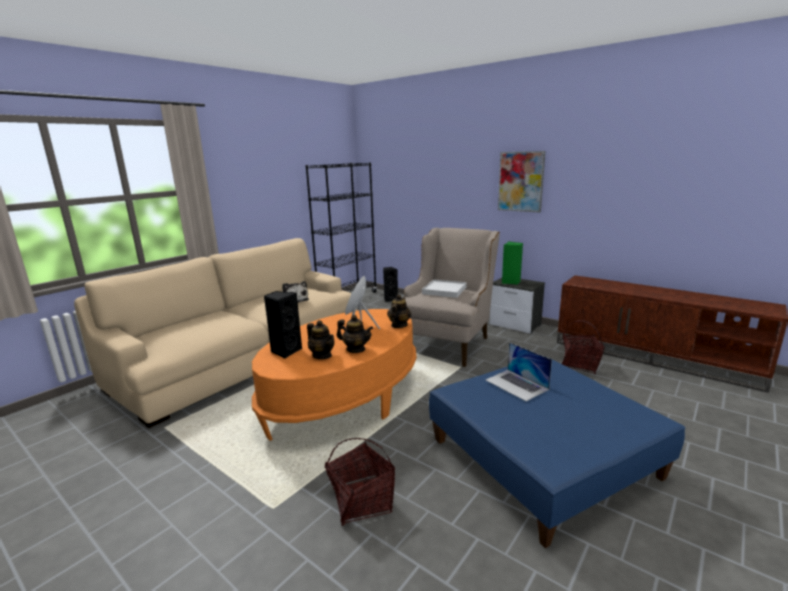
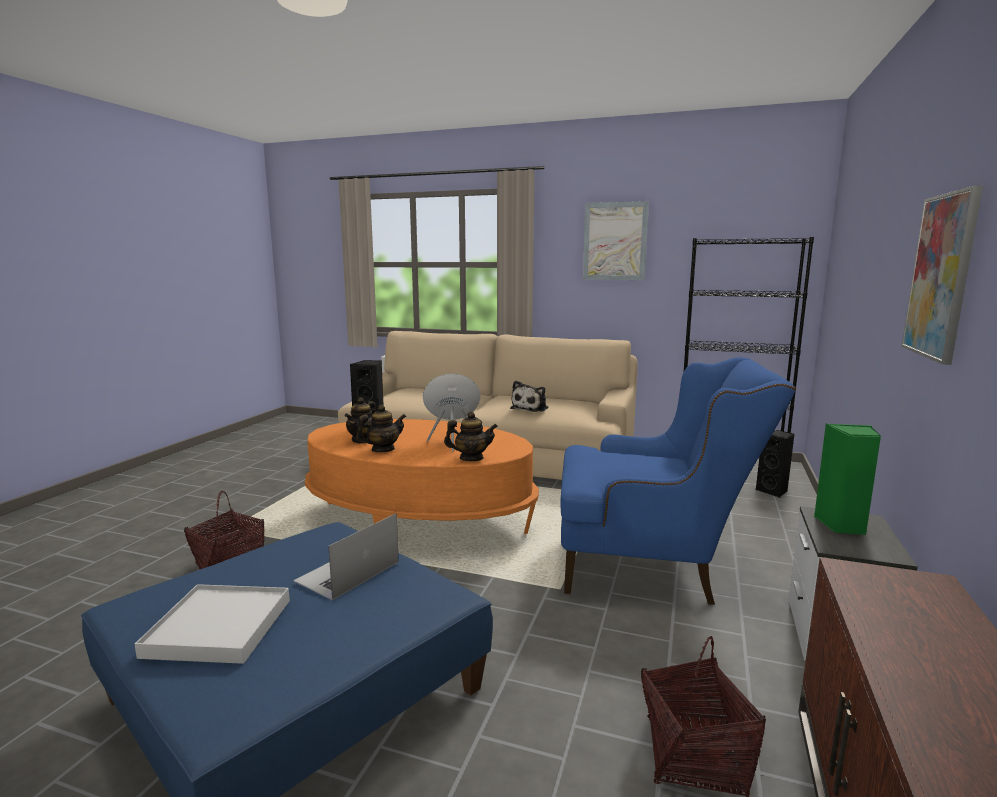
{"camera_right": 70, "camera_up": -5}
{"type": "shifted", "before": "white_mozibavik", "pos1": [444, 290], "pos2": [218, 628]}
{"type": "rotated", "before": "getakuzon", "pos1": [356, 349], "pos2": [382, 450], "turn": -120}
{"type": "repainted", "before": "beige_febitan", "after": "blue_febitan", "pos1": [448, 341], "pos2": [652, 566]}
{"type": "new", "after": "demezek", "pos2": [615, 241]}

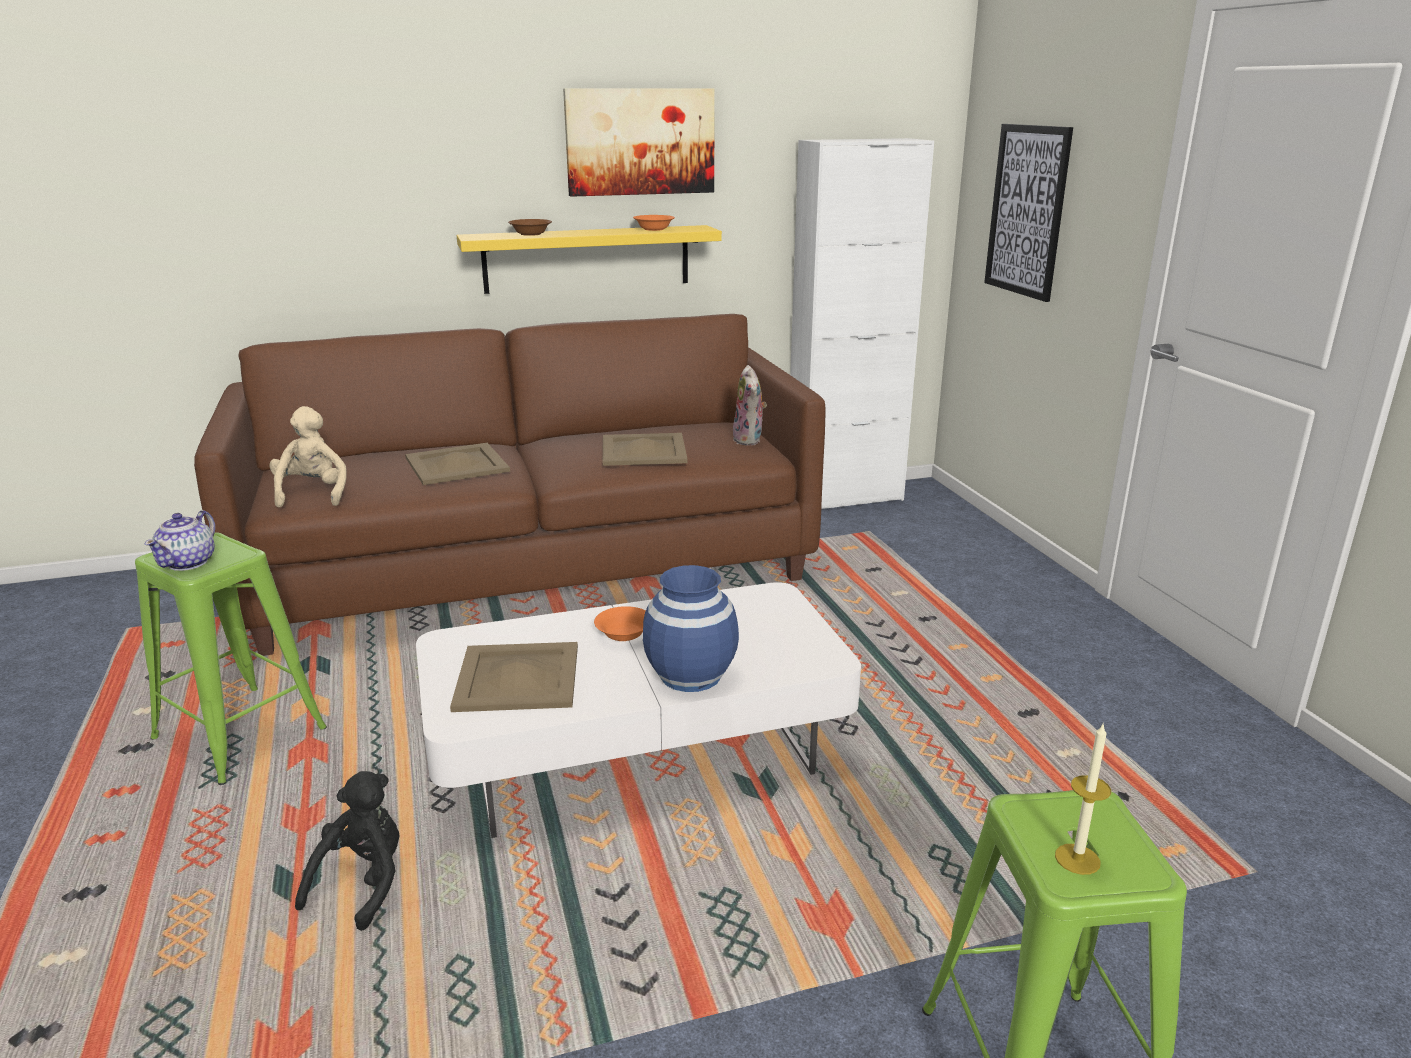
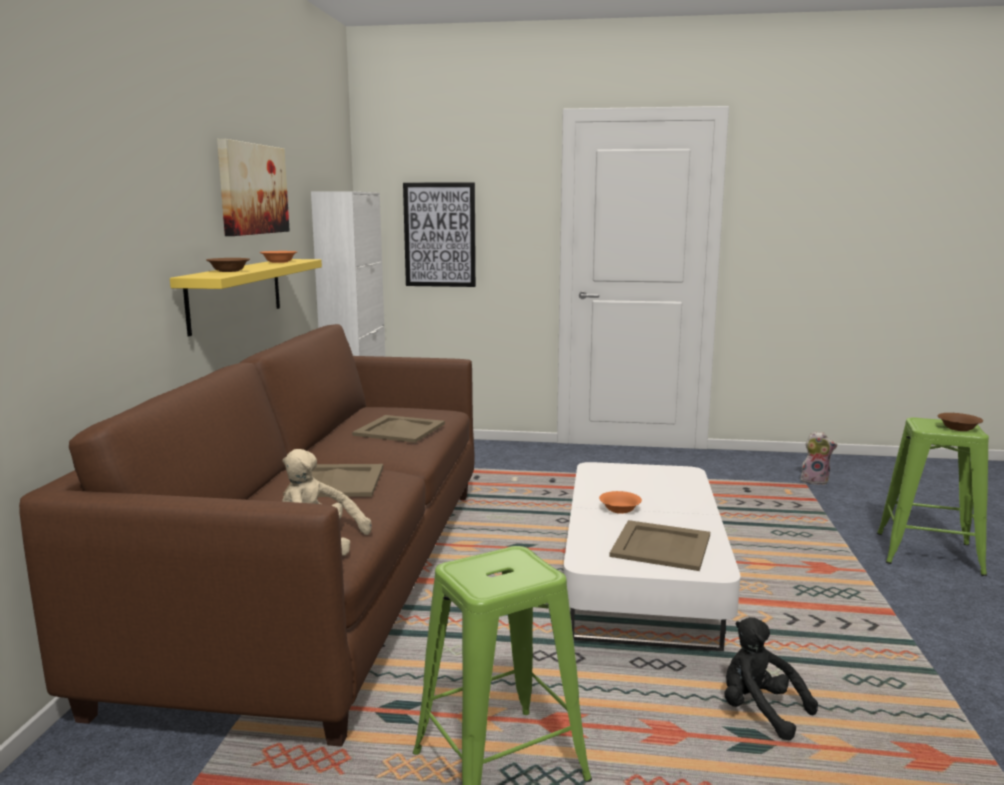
{"camera_right": -65, "camera_up": -10}
{"type": "shifted", "before": "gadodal", "pos1": [750, 440], "pos2": [815, 481]}
{"type": "swapped", "before": "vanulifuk", "after": "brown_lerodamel", "pos1": [1077, 859], "pos2": [959, 428]}
{"type": "gone", "before": "getakuzon", "pos1": [188, 562]}
{"type": "gone", "before": "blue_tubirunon", "pos1": [690, 676]}

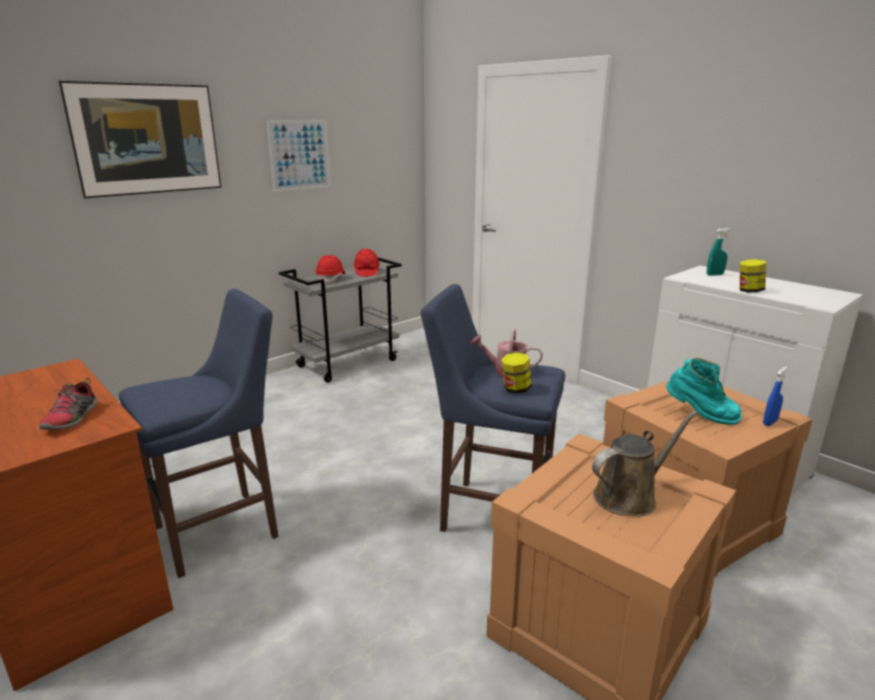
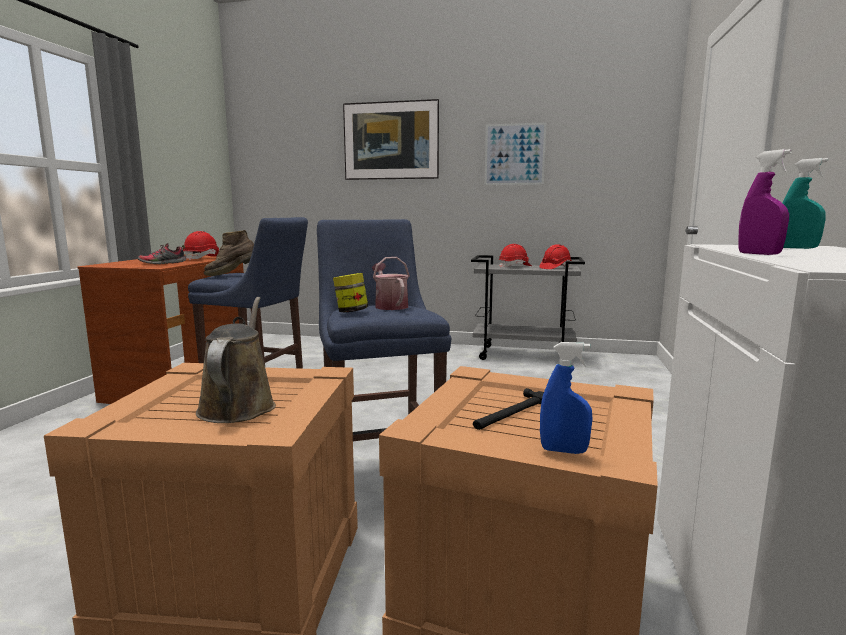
{"camera_right": 55, "camera_up": -10}
{"type": "new", "after": "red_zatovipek", "pos2": [203, 258]}
{"type": "rotated", "before": "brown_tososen", "pos1": [629, 496], "pos2": [239, 405], "turn": -120}
{"type": "new", "after": "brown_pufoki", "pos2": [232, 275]}
{"type": "swapped", "before": "turquoise_pufoki", "after": "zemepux", "pos1": [700, 416], "pos2": [514, 414]}
{"type": "swapped", "before": "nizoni", "after": "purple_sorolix", "pos1": [749, 291], "pos2": [759, 254]}

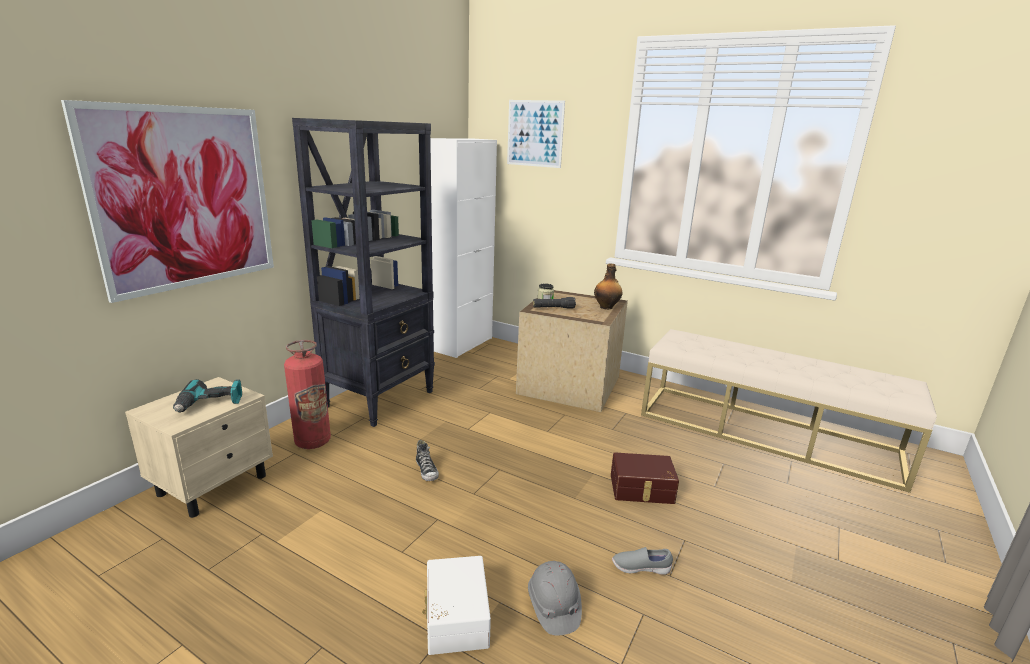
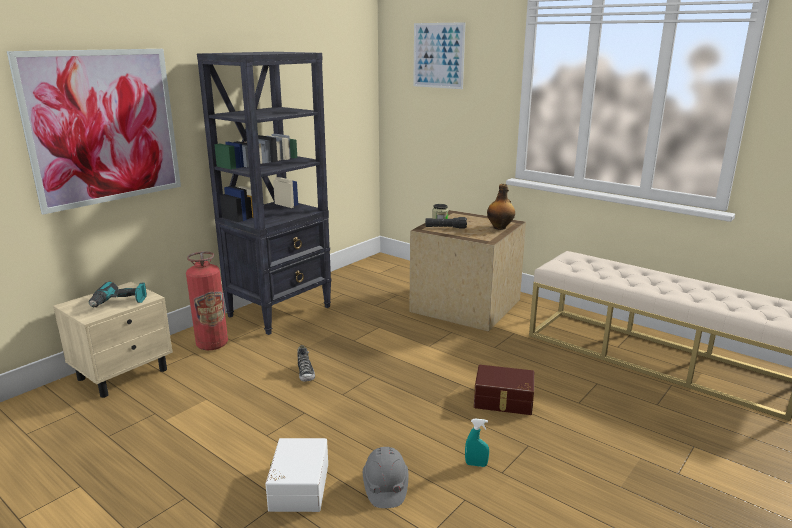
{"camera_right": 10, "camera_up": 0}
{"type": "swapped", "before": "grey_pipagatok", "after": "turquoise_sorolix", "pos1": [640, 568], "pos2": [476, 464]}
{"type": "gone", "before": "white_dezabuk", "pos1": [463, 344]}

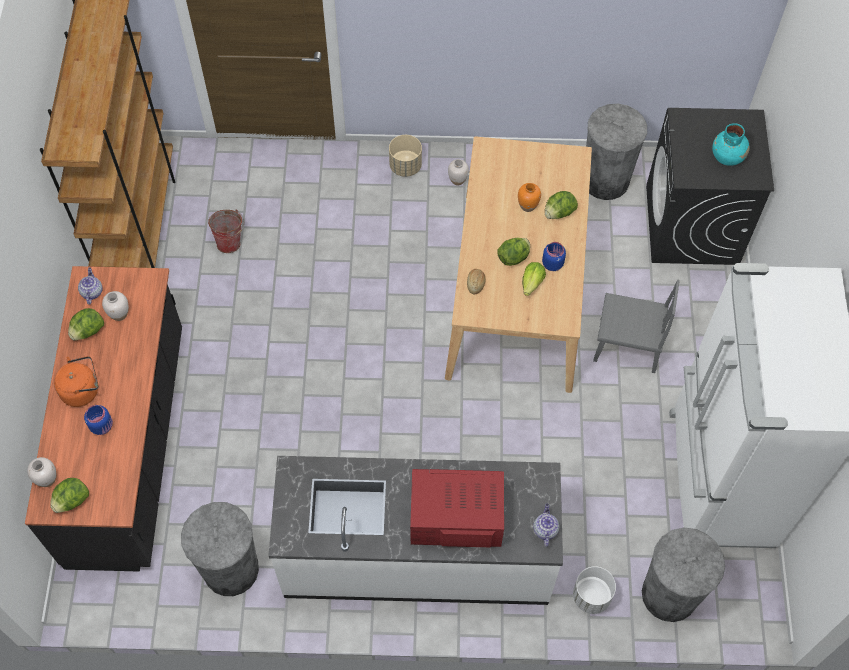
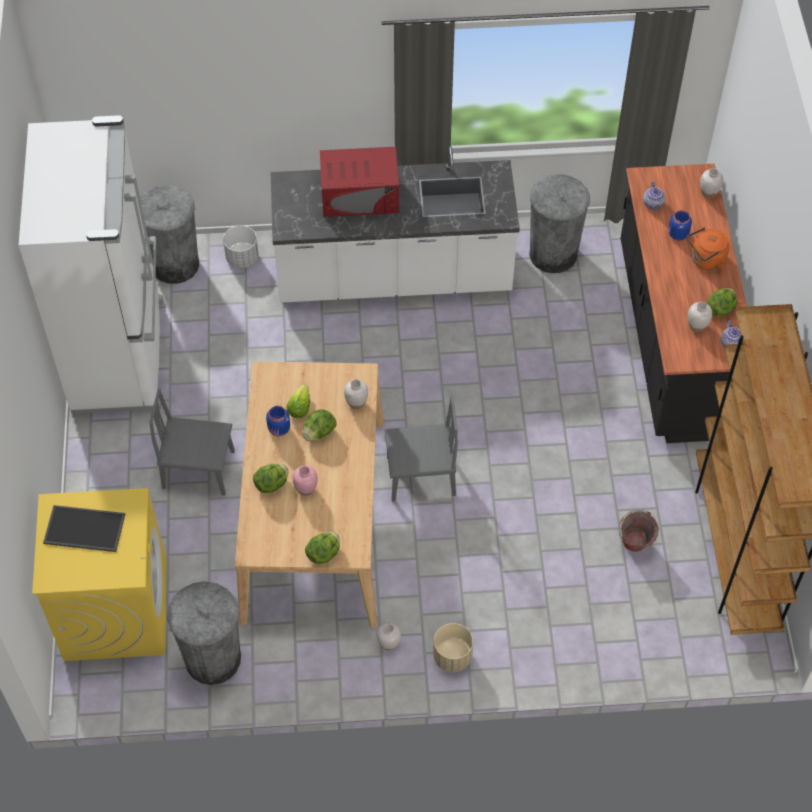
{"camera_right": 175, "camera_up": -5}
{"type": "repainted", "before": "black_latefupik", "after": "yellow_latefupik", "pos1": [692, 225], "pos2": [115, 609]}
{"type": "swapped", "before": "turquoise_tubirunon", "after": "mozibavik", "pos1": [728, 156], "pos2": [83, 530]}
{"type": "repainted", "before": "orange_tubirunon", "after": "pink_tubirunon", "pos1": [528, 206], "pos2": [306, 489]}
{"type": "shifted", "before": "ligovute", "pos1": [72, 500], "pos2": [324, 553]}
{"type": "swapped", "before": "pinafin", "after": "white_tubirunon", "pos1": [476, 283], "pos2": [356, 403]}
{"type": "new", "after": "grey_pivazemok", "pos2": [420, 476]}
{"type": "shifted", "before": "getakuzon", "pos1": [545, 529], "pos2": [653, 204]}

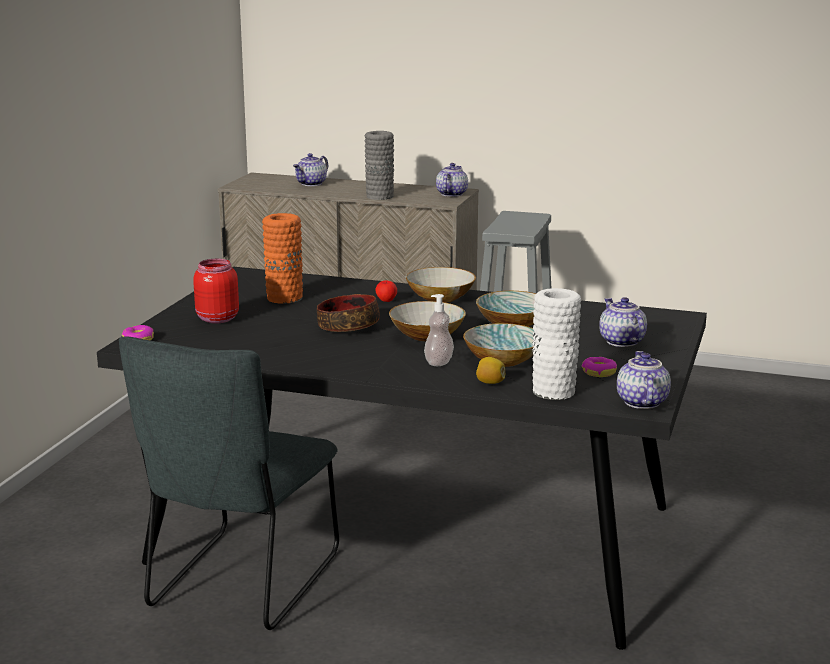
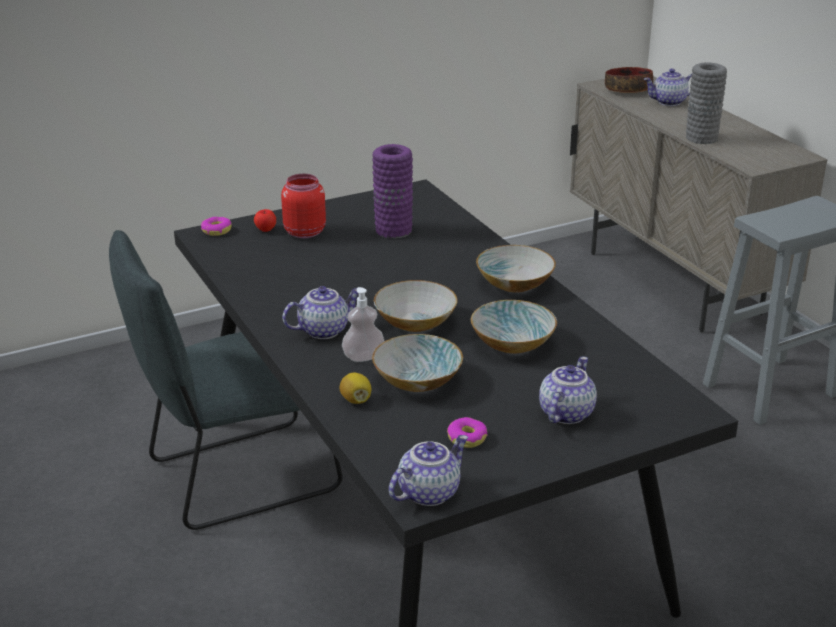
{"camera_right": 45, "camera_up": 10}
{"type": "shifted", "before": "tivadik", "pos1": [386, 300], "pos2": [266, 229]}
{"type": "shifted", "before": "getakuzon", "pos1": [451, 194], "pos2": [323, 330]}
{"type": "repainted", "before": "orange_tubirunon", "after": "purple_tubirunon", "pos1": [284, 298], "pos2": [393, 230]}
{"type": "shifted", "before": "lerodamel", "pos1": [348, 326], "pos2": [628, 90]}
{"type": "gone", "before": "white_tubirunon", "pos1": [553, 391]}

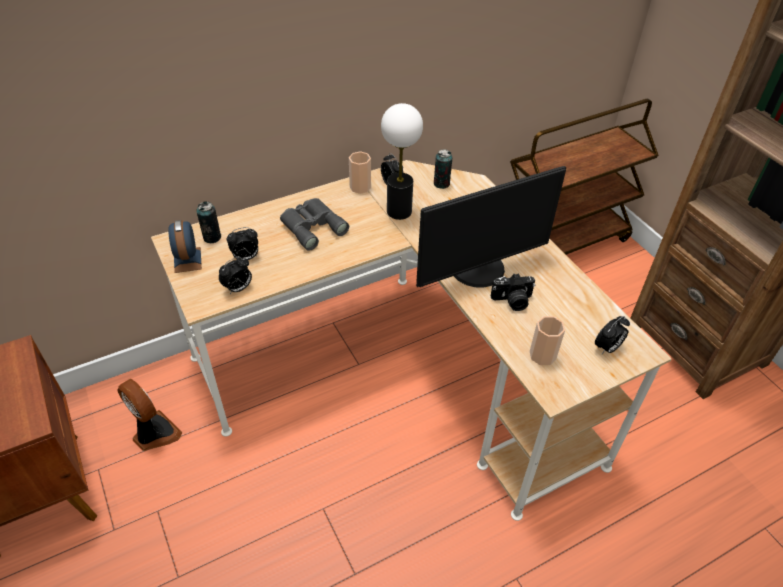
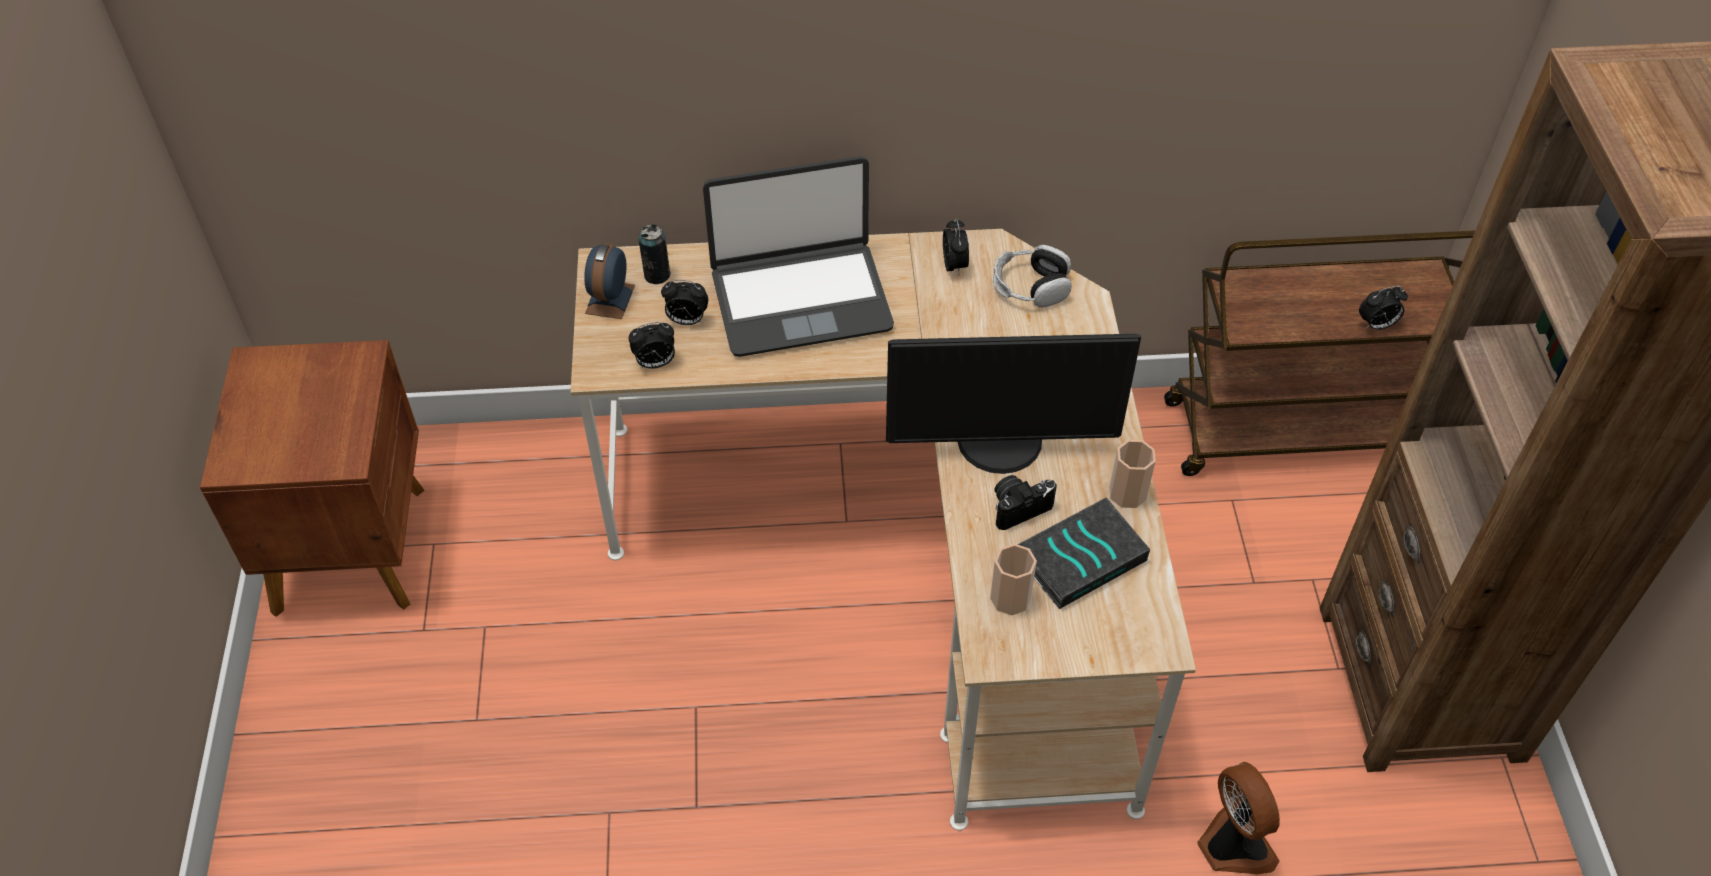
{"camera_right": 25, "camera_up": 5}
{"type": "swapped", "before": "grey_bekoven", "after": "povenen", "pos1": [312, 226], "pos2": [800, 299]}
{"type": "swapped", "before": "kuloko", "after": "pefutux", "pos1": [441, 184], "pos2": [1030, 287]}
{"type": "rotated", "before": "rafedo", "pos1": [512, 301], "pos2": [1018, 507], "turn": 135}
{"type": "new", "after": "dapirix", "pos2": [1081, 556]}
{"type": "shifted", "before": "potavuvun", "pos1": [360, 187], "pos2": [1127, 493]}
{"type": "shifted", "before": "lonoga", "pos1": [154, 433], "pos2": [1232, 845]}
{"type": "shifted", "before": "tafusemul", "pos1": [607, 348], "pos2": [1376, 325]}
{"type": "gone", "before": "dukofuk", "pos1": [399, 211]}

